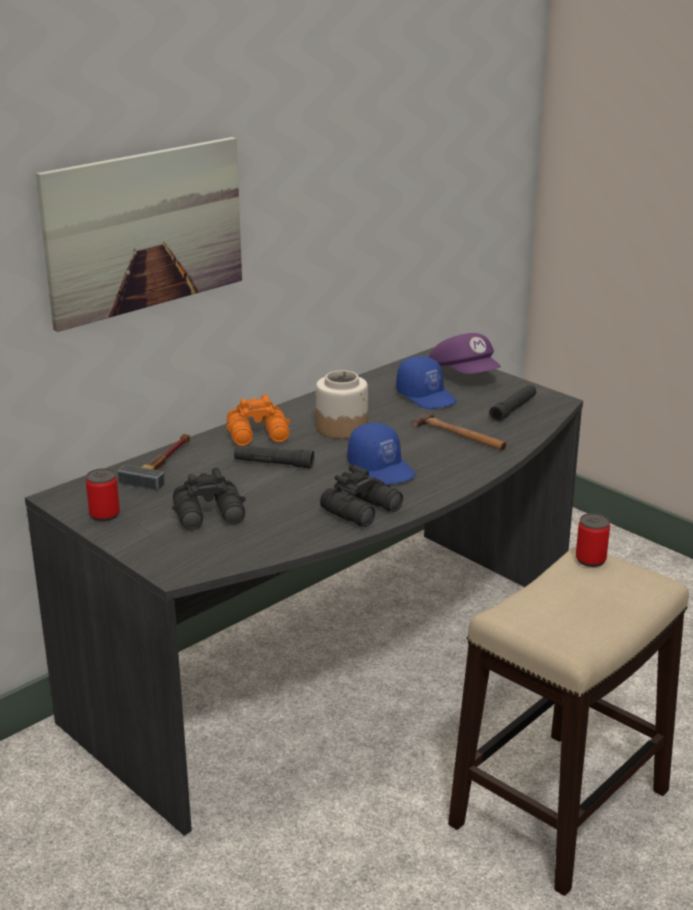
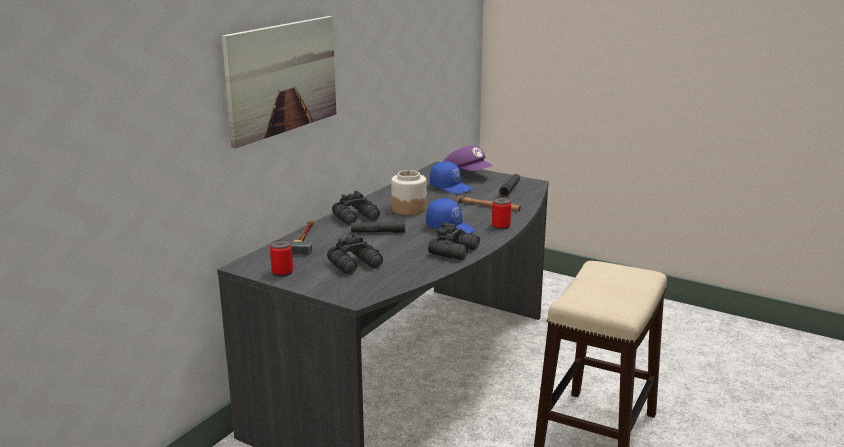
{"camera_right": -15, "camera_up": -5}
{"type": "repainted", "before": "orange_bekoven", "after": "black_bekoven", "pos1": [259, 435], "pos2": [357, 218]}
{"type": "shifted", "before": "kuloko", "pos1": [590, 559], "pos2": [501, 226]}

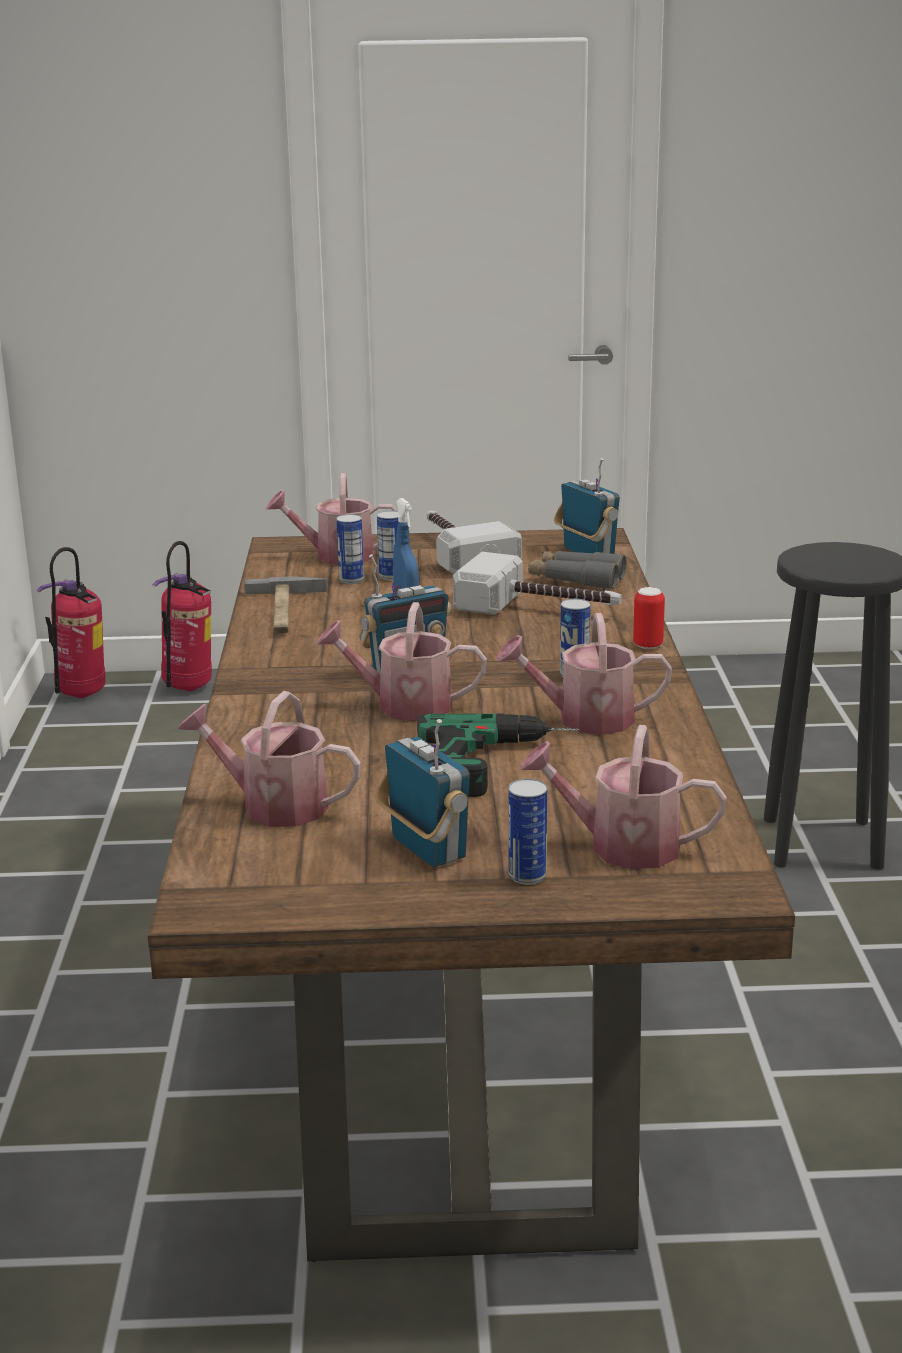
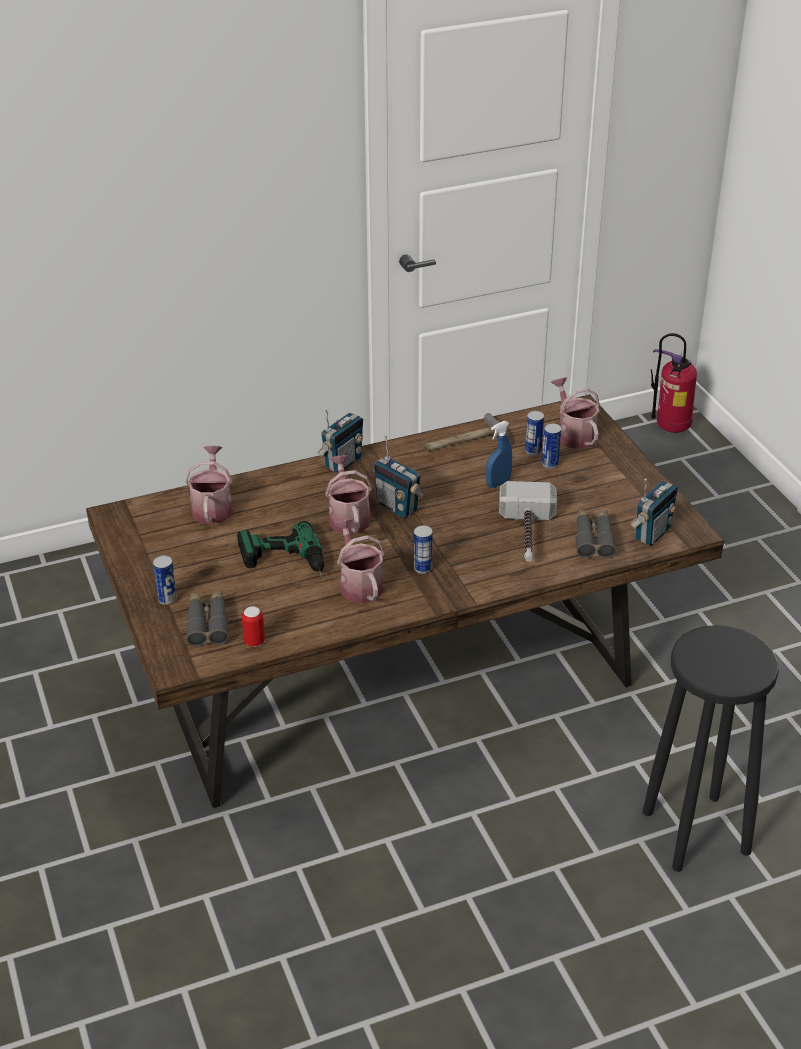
{"camera_right": 70, "camera_up": 15}
{"type": "swapped", "before": "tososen", "after": "grey_bekoven", "pos1": [621, 846], "pos2": [207, 623]}
{"type": "shifted", "before": "kuloko", "pos1": [648, 645], "pos2": [254, 641]}
{"type": "shifted", "before": "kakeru", "pos1": [426, 849], "pos2": [342, 463]}
{"type": "gone", "before": "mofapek", "pos1": [188, 688]}
{"type": "gone", "before": "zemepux", "pos1": [458, 552]}

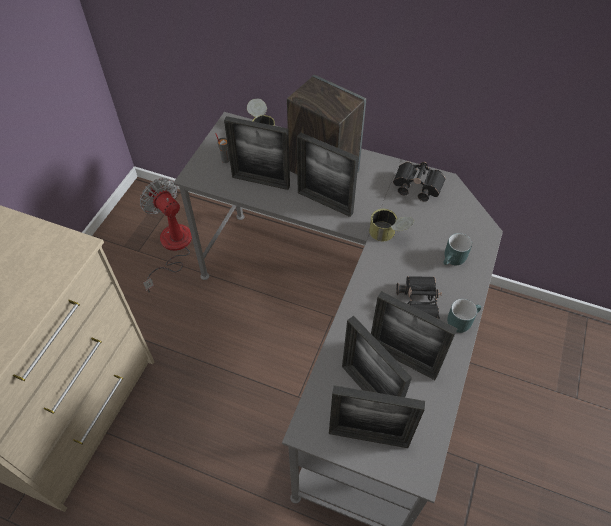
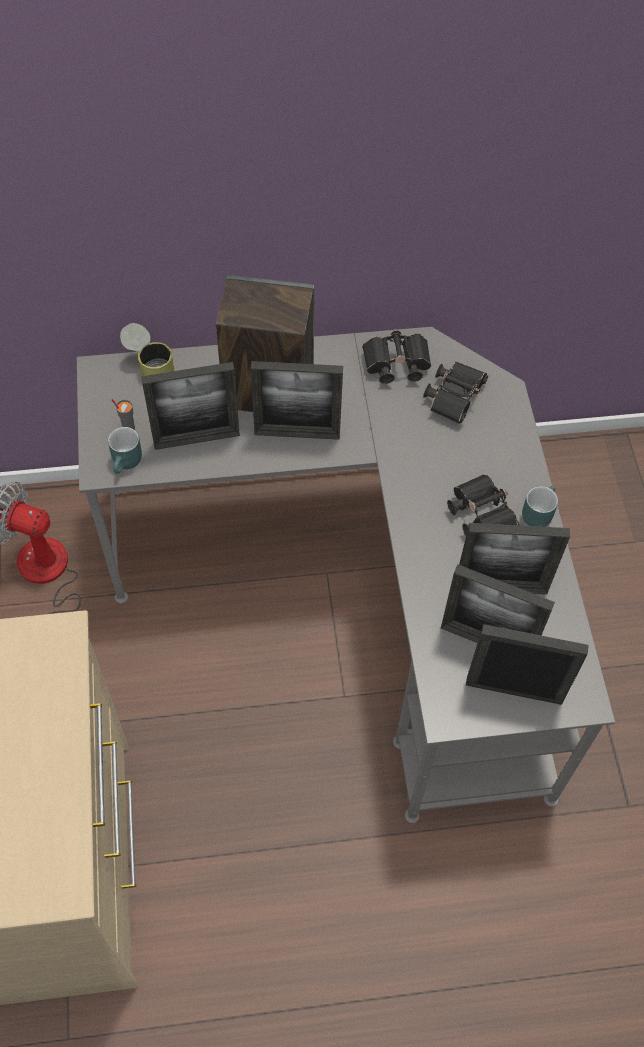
{"camera_right": -30, "camera_up": 5}
{"type": "shifted", "before": "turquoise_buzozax", "pos1": [453, 260], "pos2": [128, 463]}
{"type": "new", "after": "black_bekoven", "pos2": [455, 396]}
{"type": "rotated", "before": "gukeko", "pos1": [368, 437], "pos2": [514, 690], "turn": -150}
{"type": "gone", "before": "kuloko", "pos1": [388, 235]}

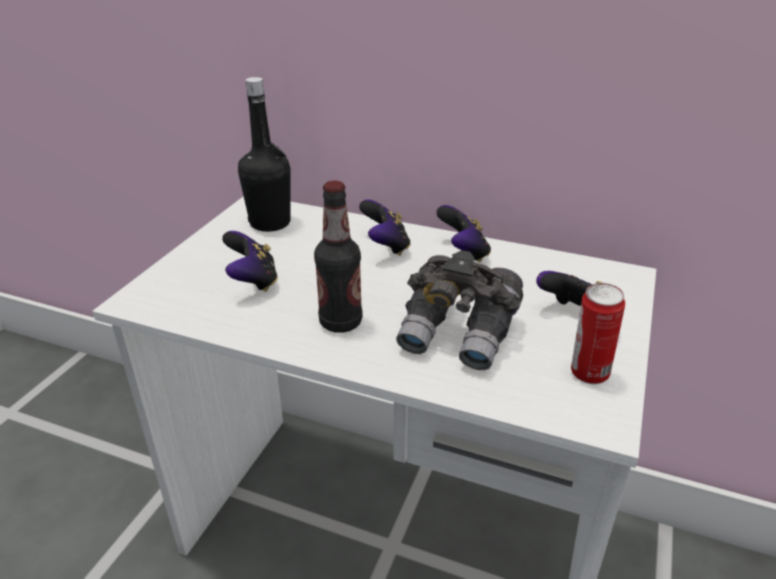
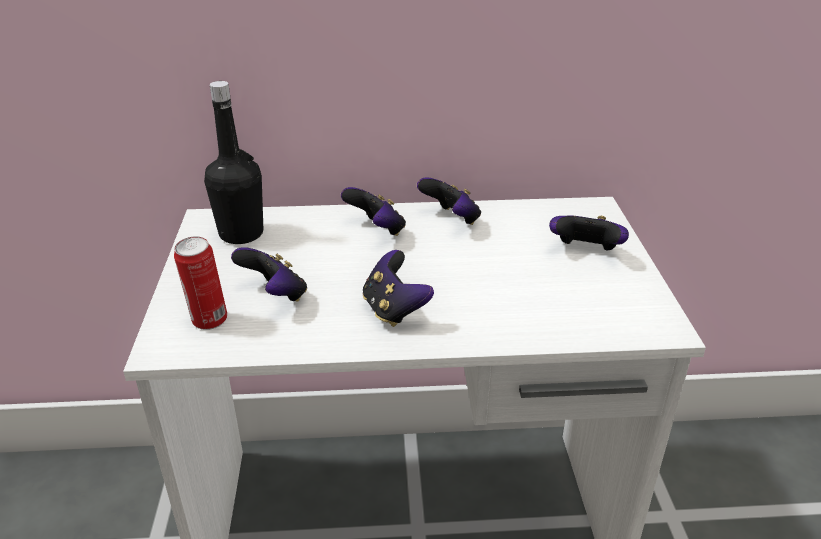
{"camera_right": -25, "camera_up": 0}
{"type": "shifted", "before": "kuloko", "pos1": [588, 374], "pos2": [208, 321]}
{"type": "swapped", "before": "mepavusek", "after": "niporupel", "pos1": [340, 322], "pos2": [394, 310]}
{"type": "gone", "before": "grey_bekoven", "pos1": [459, 334]}

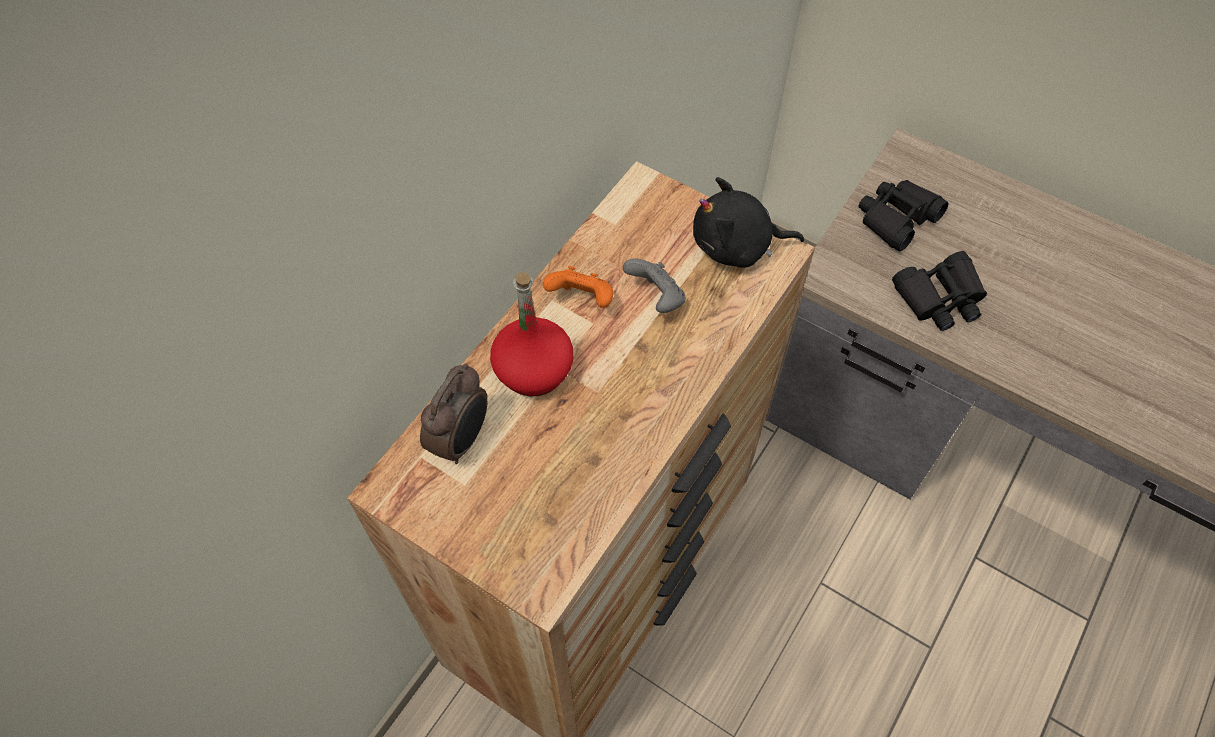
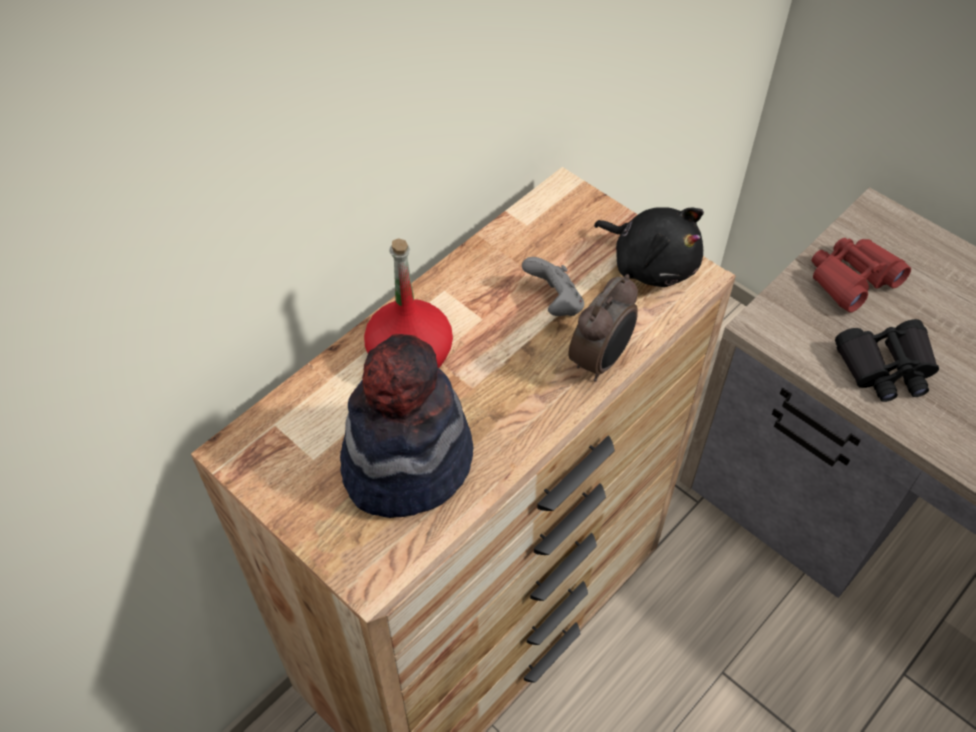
{"camera_right": 10, "camera_up": -5}
{"type": "new", "after": "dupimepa", "pos2": [406, 461]}
{"type": "shifted", "before": "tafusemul", "pos1": [462, 439], "pos2": [601, 360]}
{"type": "rotated", "before": "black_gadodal", "pos1": [737, 246], "pos2": [651, 263], "turn": -150}
{"type": "repainted", "before": "black_bekoven", "after": "red_bekoven", "pos1": [896, 219], "pos2": [852, 279]}
{"type": "gone", "before": "orange_niporupel", "pos1": [582, 299]}

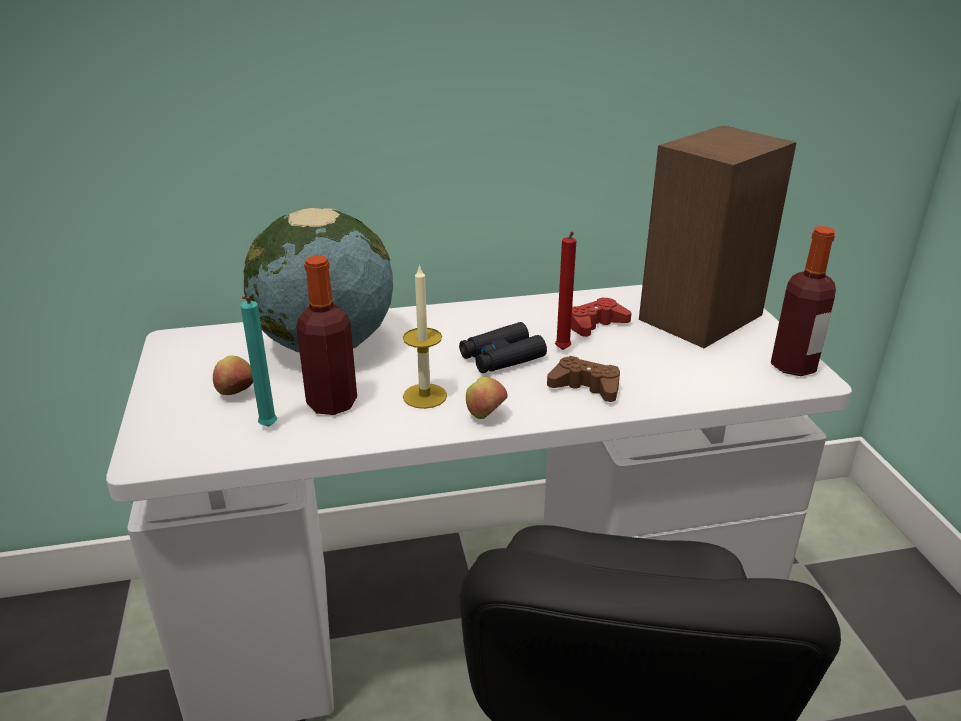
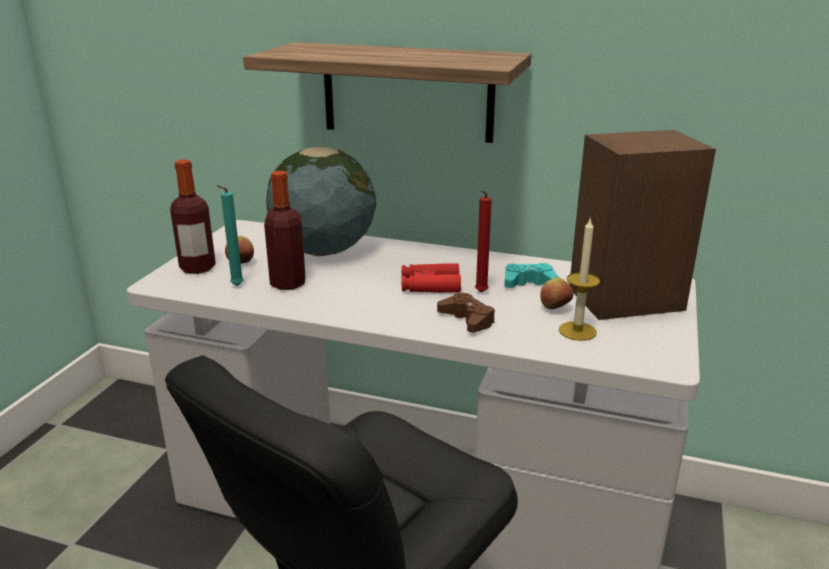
{"camera_right": 30, "camera_up": -5}
{"type": "shifted", "before": "mepavusek", "pos1": [793, 366], "pos2": [197, 268]}
{"type": "new", "after": "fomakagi", "pos2": [407, 92]}
{"type": "repainted", "before": "black_bekoven", "after": "red_bekoven", "pos1": [501, 357], "pos2": [430, 286]}
{"type": "repainted", "before": "red_niporupel", "after": "turquoise_niporupel", "pos1": [595, 324], "pos2": [528, 283]}
{"type": "shifted", "before": "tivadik", "pos1": [485, 415], "pos2": [555, 308]}
{"type": "shifted", "before": "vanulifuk", "pos1": [424, 396], "pos2": [577, 331]}

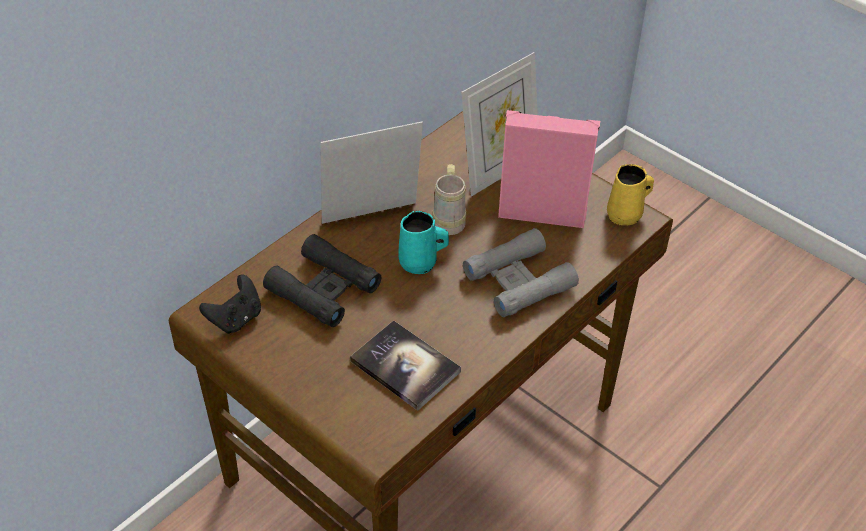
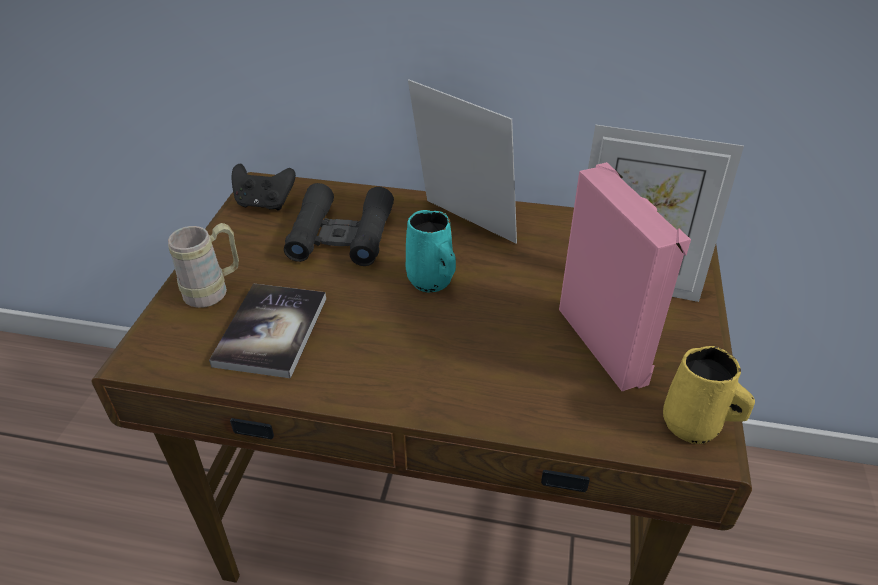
{"camera_right": 60, "camera_up": -5}
{"type": "shifted", "before": "beige_buzozax", "pos1": [449, 219], "pos2": [214, 291]}
{"type": "gone", "before": "grey_bekoven", "pos1": [519, 281]}

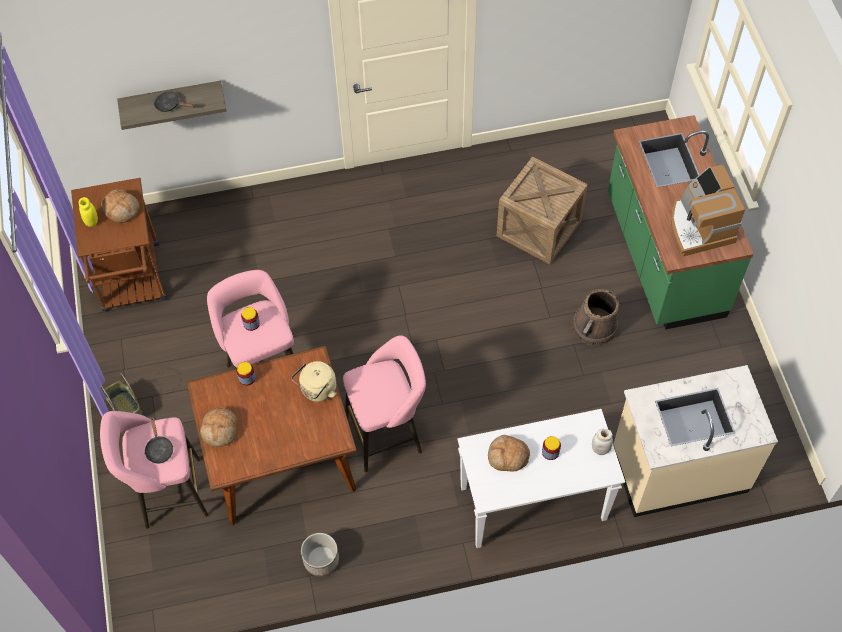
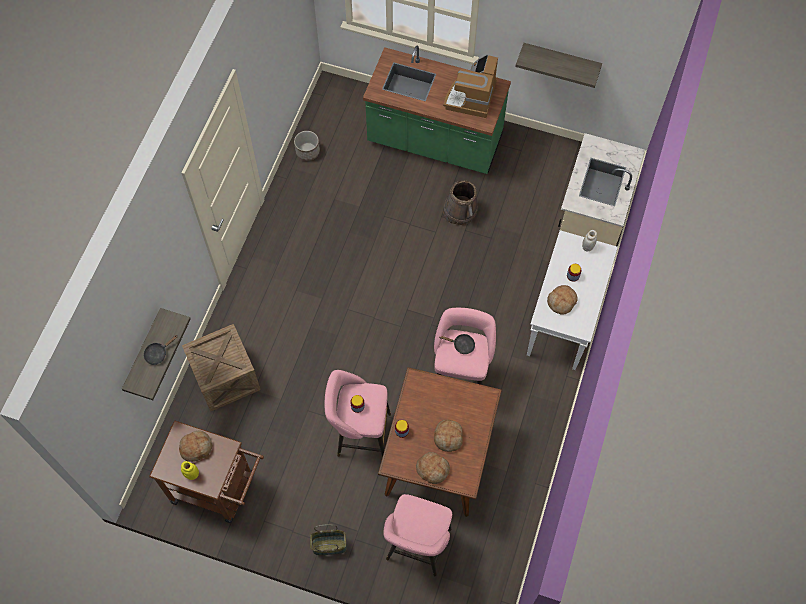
{"camera_right": -60, "camera_up": 5}
{"type": "shifted", "before": "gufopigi", "pos1": [539, 228], "pos2": [225, 378]}
{"type": "shifted", "before": "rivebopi", "pos1": [321, 560], "pos2": [308, 152]}
{"type": "new", "after": "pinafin", "pos2": [448, 437]}
{"type": "shifted", "before": "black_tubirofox", "pos1": [159, 449], "pos2": [461, 345]}
{"type": "rotated", "before": "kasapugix", "pos1": [699, 226], "pos2": [471, 96], "turn": 90}
{"type": "new", "after": "fomakagi", "pos2": [561, 60]}
{"type": "gone", "before": "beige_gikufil", "pos1": [317, 390]}

